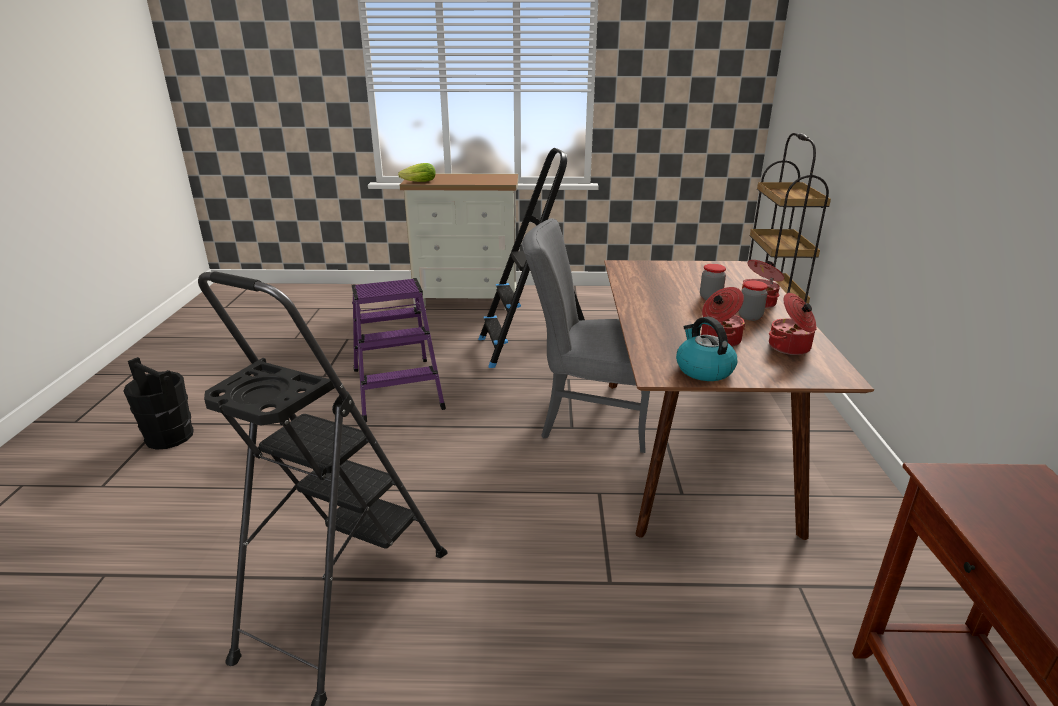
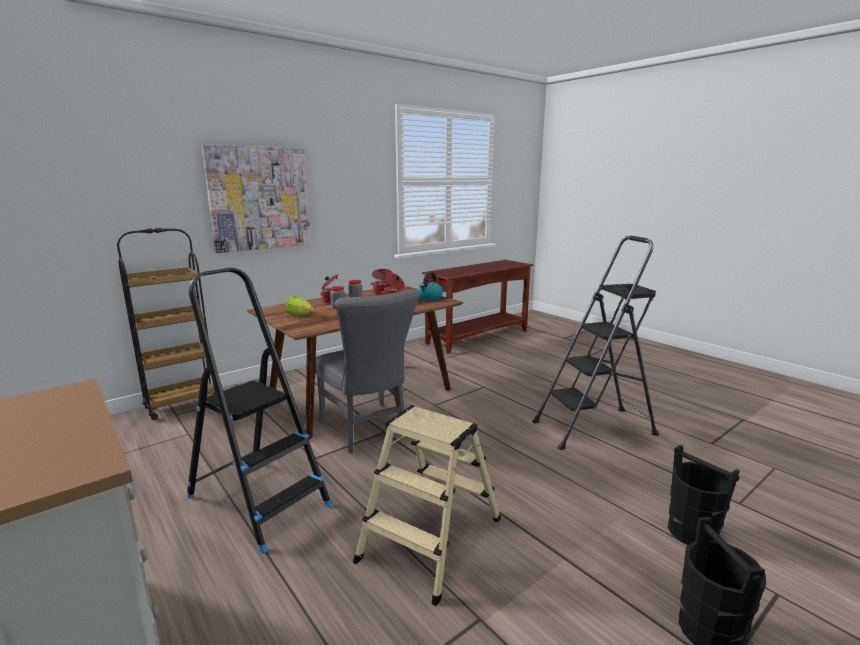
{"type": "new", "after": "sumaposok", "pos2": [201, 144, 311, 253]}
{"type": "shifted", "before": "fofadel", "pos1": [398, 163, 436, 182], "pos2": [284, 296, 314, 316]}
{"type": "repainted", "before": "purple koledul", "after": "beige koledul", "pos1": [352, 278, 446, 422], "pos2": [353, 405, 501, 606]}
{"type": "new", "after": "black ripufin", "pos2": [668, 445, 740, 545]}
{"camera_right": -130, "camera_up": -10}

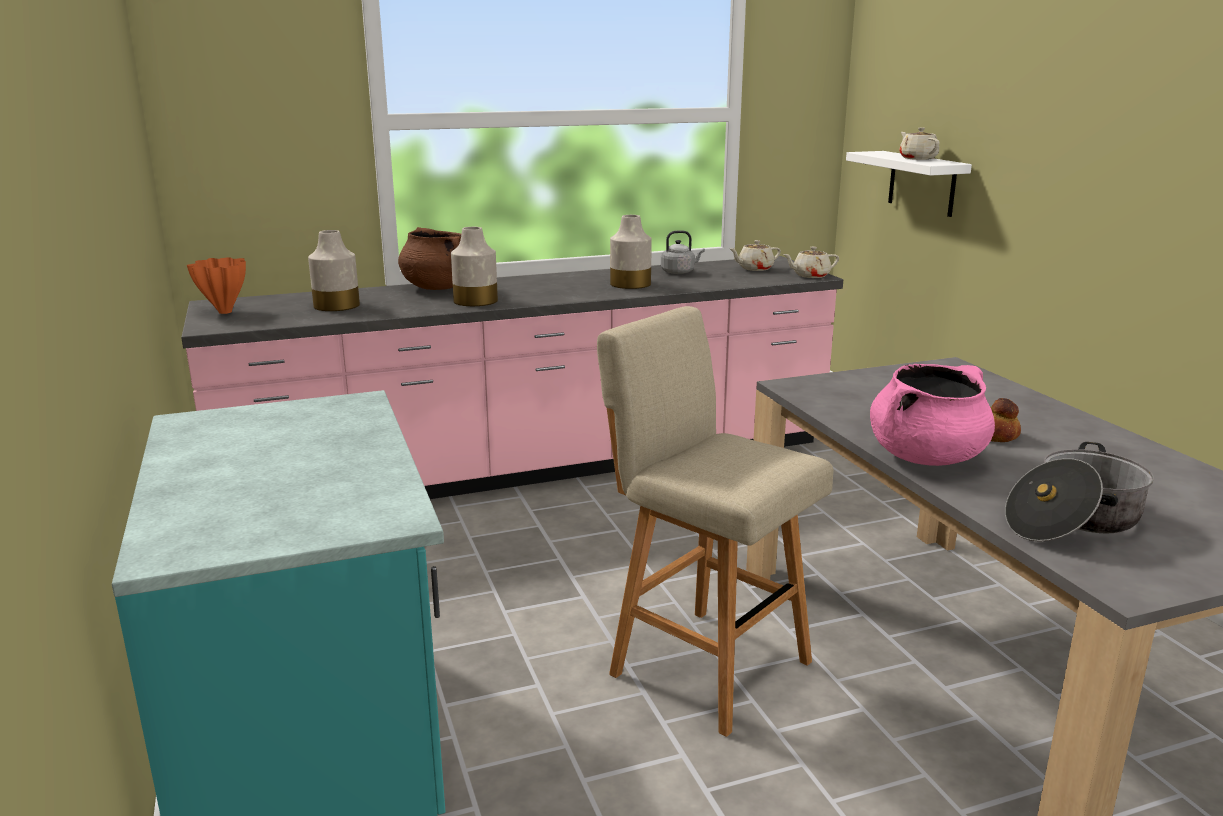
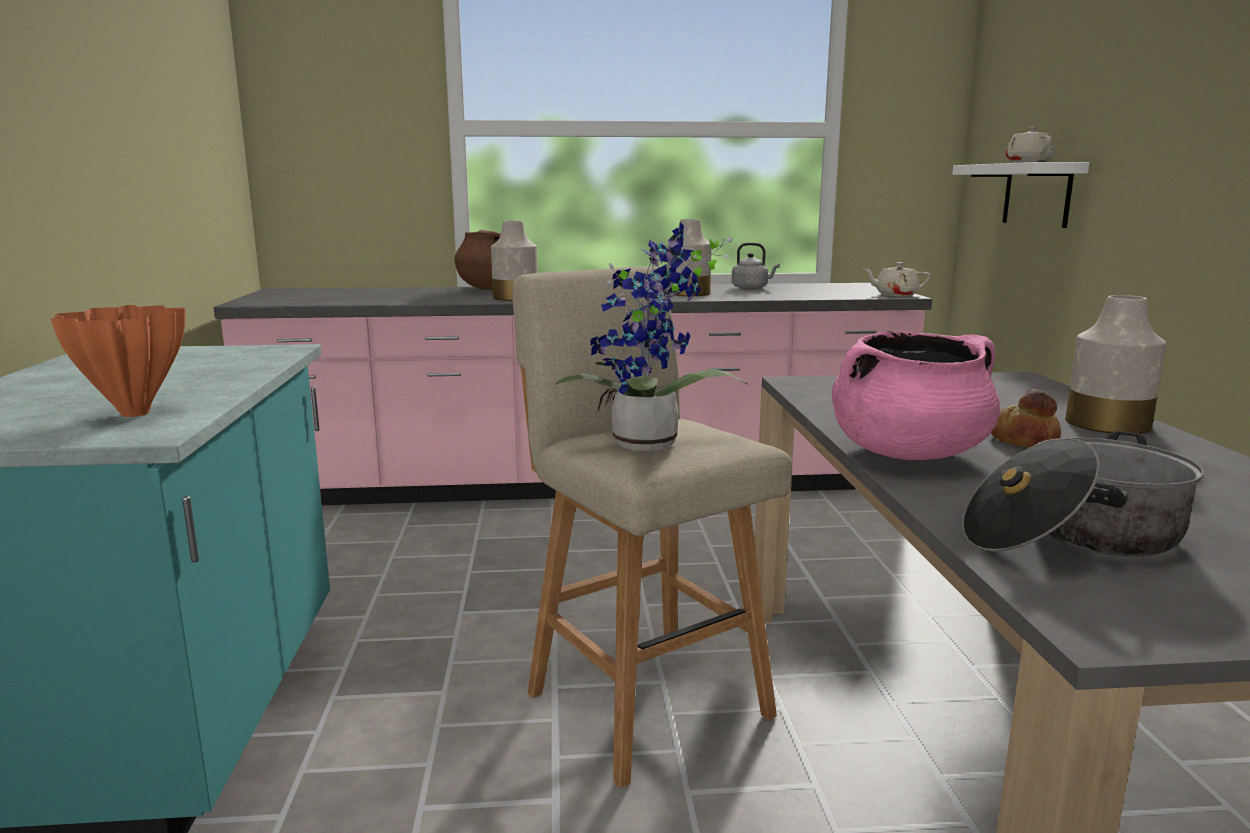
{"type": "shifted", "before": "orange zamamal", "pos1": [187, 257, 246, 314], "pos2": [51, 305, 185, 417]}
{"type": "new", "after": "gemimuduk", "pos2": [555, 222, 748, 451]}
{"type": "shifted", "before": "beige zamamal", "pos1": [308, 230, 360, 311], "pos2": [1065, 295, 1166, 434]}
{"type": "gone", "before": "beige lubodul", "pos1": [729, 240, 781, 271]}
{"camera_right": 15, "camera_up": -5}

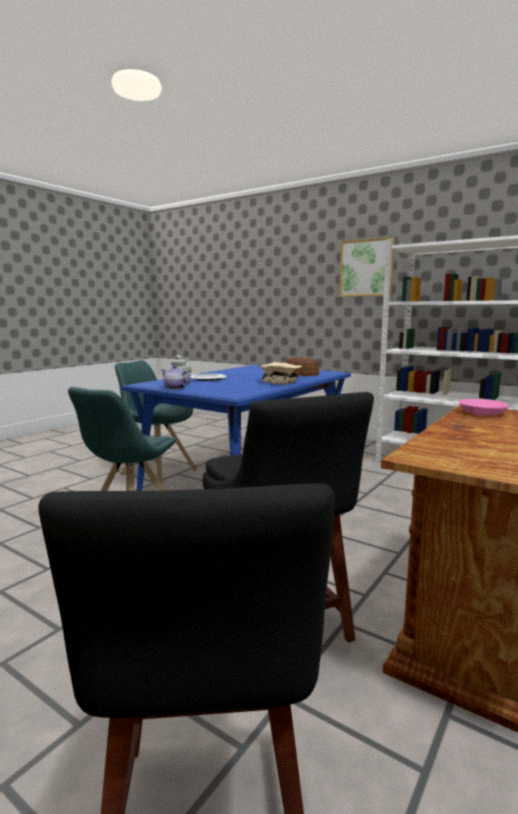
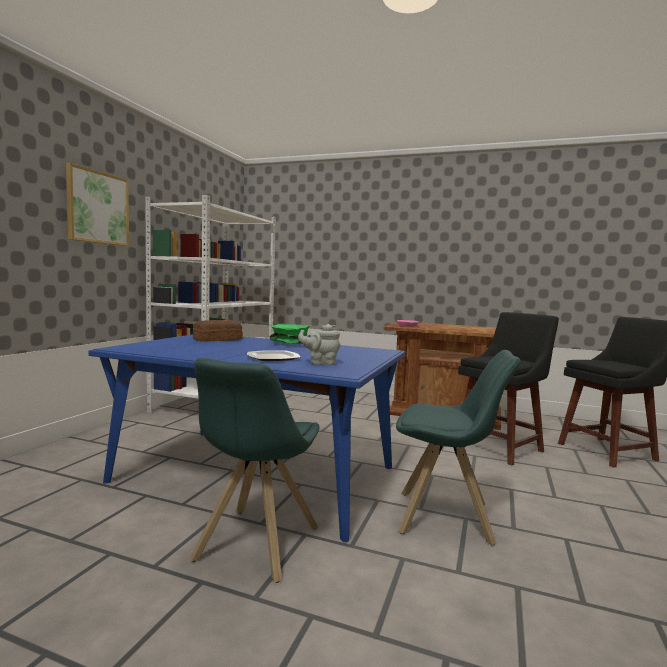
{"type": "repainted", "before": "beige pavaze", "after": "green pavaze", "pos1": [260, 362, 303, 384], "pos2": [270, 324, 311, 344]}
{"type": "gone", "before": "lubodul", "pos1": [161, 365, 191, 390]}
{"camera_right": -105, "camera_up": -5}

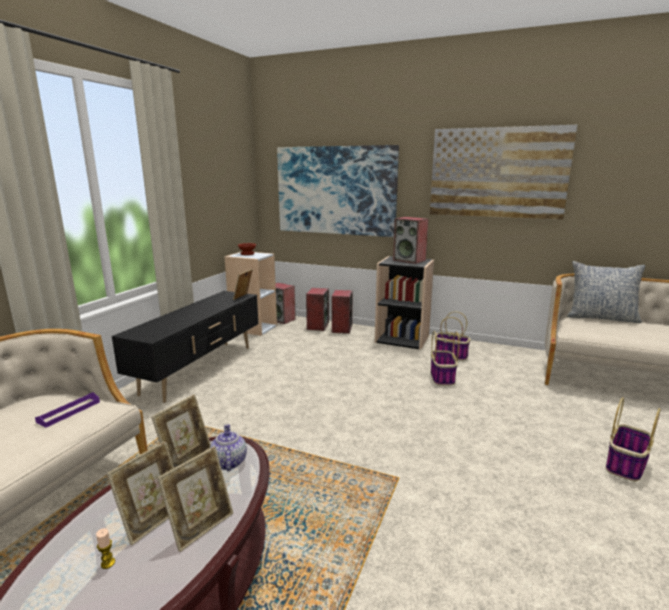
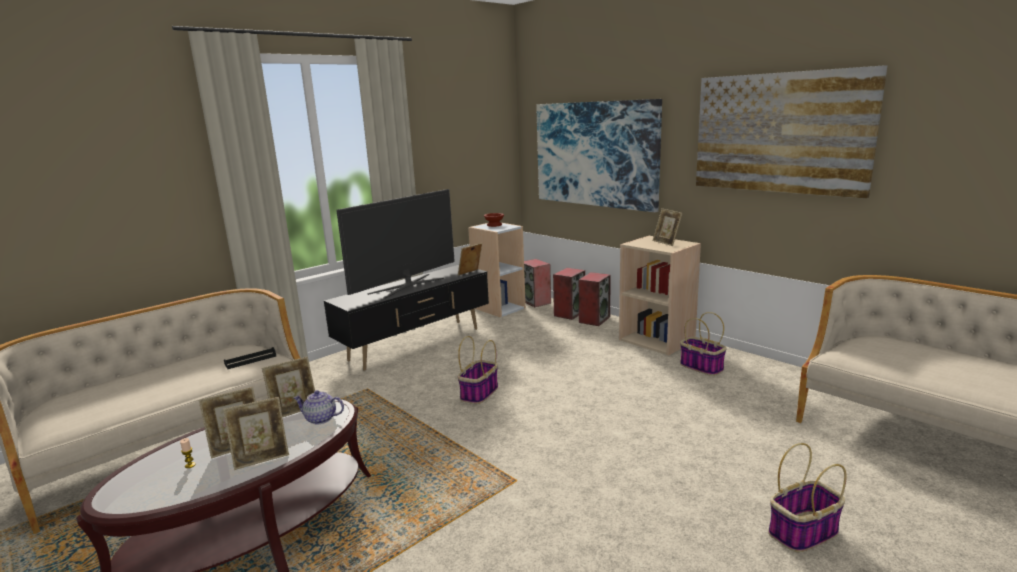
{"type": "repainted", "before": "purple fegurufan", "after": "black fegurufan", "pos1": [35, 392, 100, 428], "pos2": [224, 347, 276, 369]}
{"type": "rotated", "before": "lubodul", "pos1": [210, 424, 247, 471], "pos2": [293, 390, 344, 424], "turn": -90}
{"type": "new", "after": "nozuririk", "pos2": [336, 189, 455, 299]}
{"type": "shifted", "before": "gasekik", "pos1": [431, 331, 459, 385], "pos2": [458, 336, 498, 404]}
{"type": "repainted", "before": "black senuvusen", "after": "beige senuvusen", "pos1": [375, 256, 434, 350], "pos2": [619, 236, 701, 356]}
{"type": "swapped", "before": "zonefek", "after": "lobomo", "pos1": [393, 217, 428, 264], "pos2": [653, 208, 682, 246]}
{"type": "gone", "before": "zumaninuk", "pos1": [567, 261, 645, 323]}
{"camera_right": 25, "camera_up": 0}

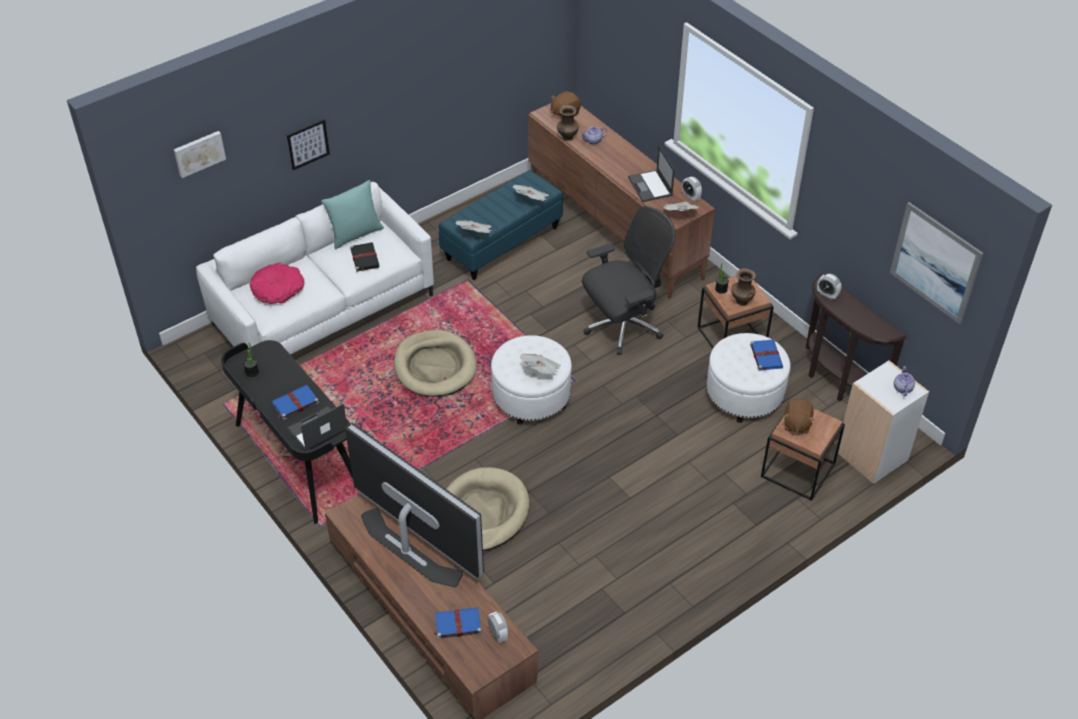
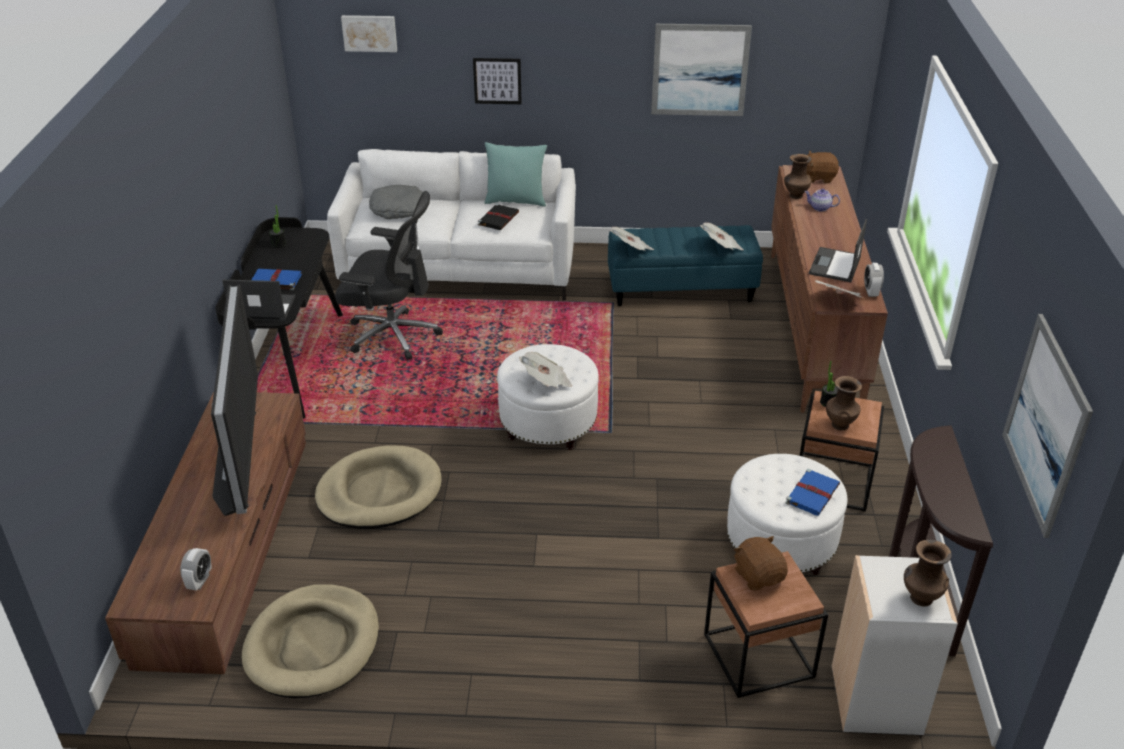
{"type": "shifted", "before": "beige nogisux", "pos1": [394, 330, 477, 397], "pos2": [242, 584, 379, 698]}
{"type": "shifted", "before": "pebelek", "pos1": [582, 206, 675, 355], "pos2": [335, 191, 443, 360]}
{"type": "repainted", "before": "pink zumaninuk", "after": "grey zumaninuk", "pos1": [250, 262, 304, 304], "pos2": [369, 185, 423, 219]}
{"type": "new", "after": "sumaposok", "pos2": [651, 24, 752, 116]}
{"type": "rotated", "before": "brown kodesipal", "pos1": [784, 398, 815, 434], "pos2": [734, 536, 788, 590], "turn": 105}
{"type": "swapped", "before": "lubodul", "after": "brown zamamal", "pos1": [894, 366, 915, 396], "pos2": [904, 539, 952, 607]}
{"type": "gone", "before": "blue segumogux", "pos1": [434, 607, 481, 639]}
{"type": "gone", "before": "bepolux", "pos1": [817, 274, 842, 300]}
{"camera_right": 40, "camera_up": -10}

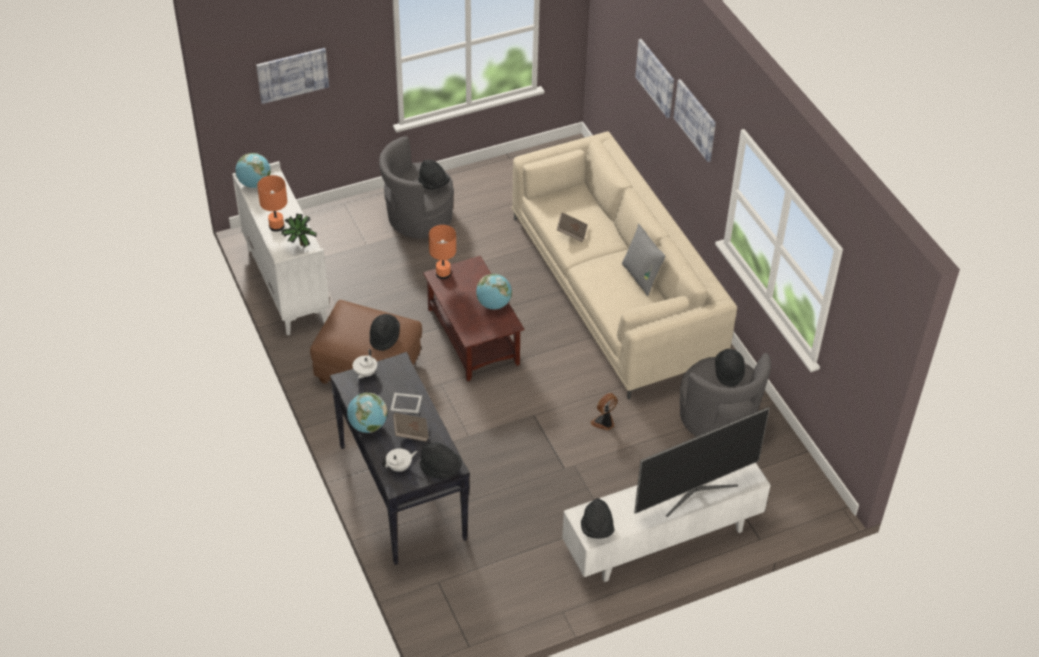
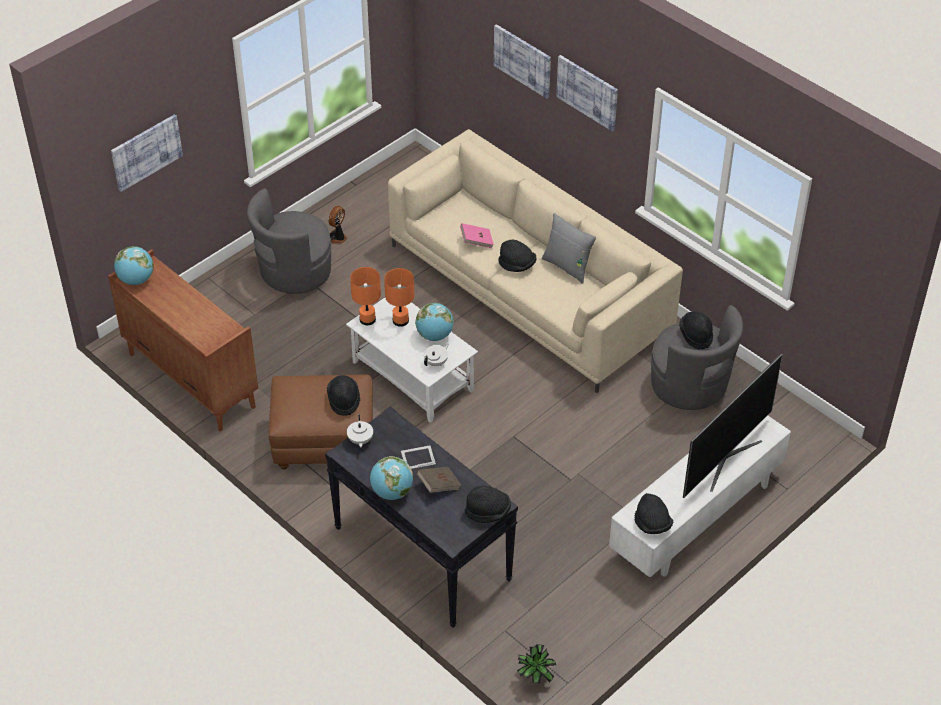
{"type": "repainted", "before": "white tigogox", "after": "brown tigogox", "pos1": [232, 161, 330, 335], "pos2": [108, 249, 258, 431]}
{"type": "shifted", "before": "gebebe", "pos1": [591, 393, 617, 431], "pos2": [328, 206, 348, 243]}
{"type": "repainted", "before": "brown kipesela", "after": "white kipesela", "pos1": [423, 256, 524, 381], "pos2": [346, 298, 478, 423]}
{"type": "shifted", "before": "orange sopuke", "pos1": [257, 175, 287, 232], "pos2": [384, 268, 414, 327]}
{"type": "shifted", "before": "white lubodul", "pos1": [382, 448, 417, 472], "pos2": [424, 343, 449, 366]}
{"type": "repainted", "before": "brown segumogux", "after": "pink segumogux", "pos1": [557, 212, 588, 242], "pos2": [460, 223, 494, 248]}
{"type": "shifted", "before": "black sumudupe", "pos1": [418, 160, 450, 190], "pos2": [498, 240, 536, 272]}
{"type": "shifted", "before": "gemimuduk", "pos1": [282, 213, 317, 248], "pos2": [517, 644, 556, 684]}
{"camera_right": -20, "camera_up": 0}

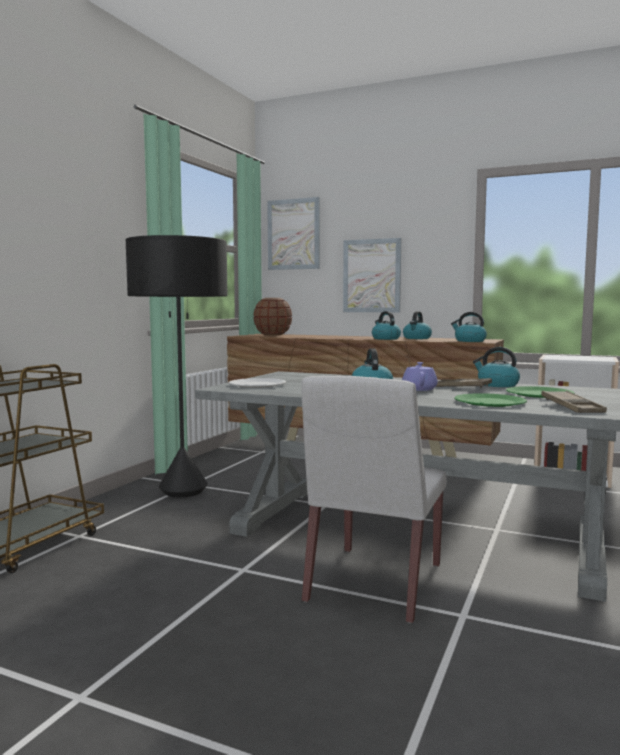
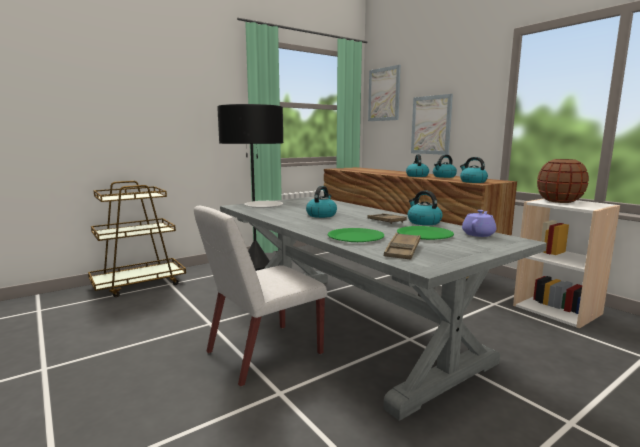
{"type": "shifted", "before": "purple lubodul", "pos1": [402, 362, 438, 391], "pos2": [462, 210, 496, 237]}
{"type": "shifted", "before": "brown zamamal", "pos1": [253, 298, 292, 335], "pos2": [537, 159, 589, 203]}
{"camera_right": 30, "camera_up": 5}

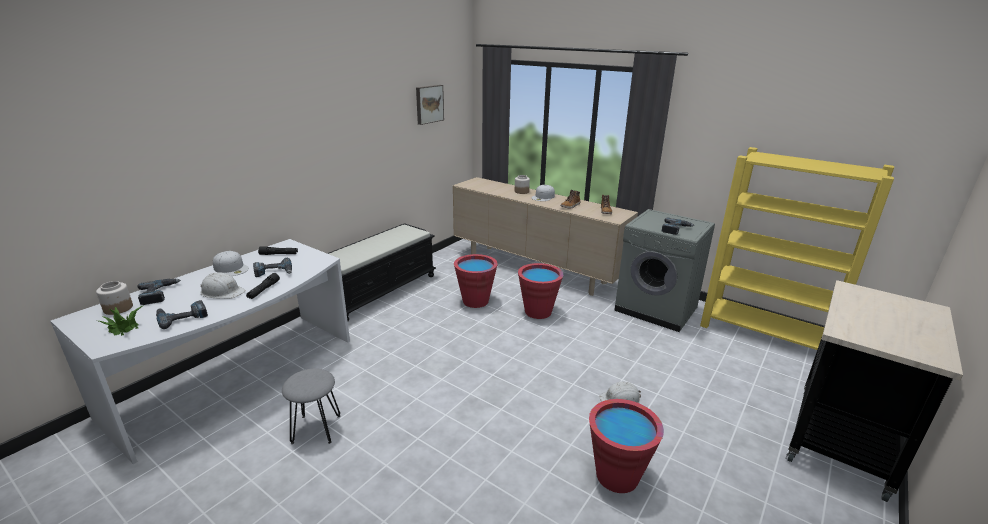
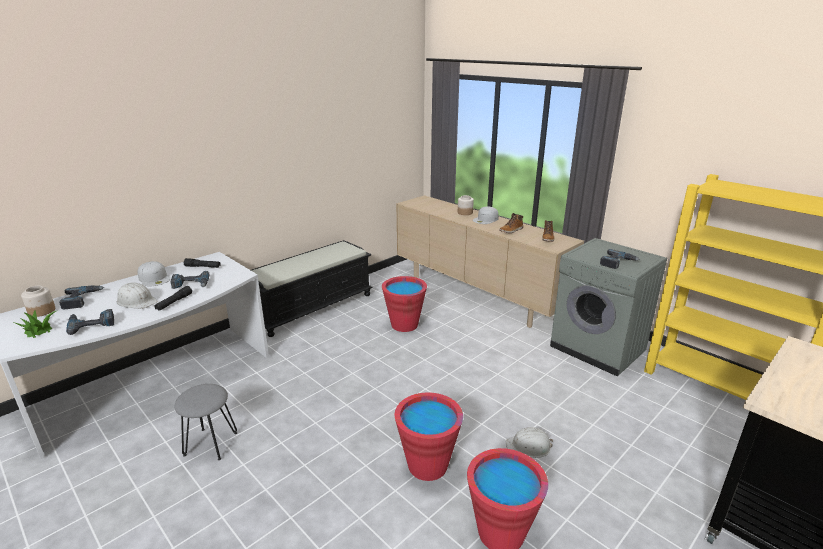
{"type": "shifted", "before": "red ripufin", "pos1": [518, 263, 563, 319], "pos2": [394, 392, 463, 481]}
{"type": "gone", "before": "sumaposok", "pos1": [416, 85, 444, 125]}
{"camera_right": 10, "camera_up": 0}

